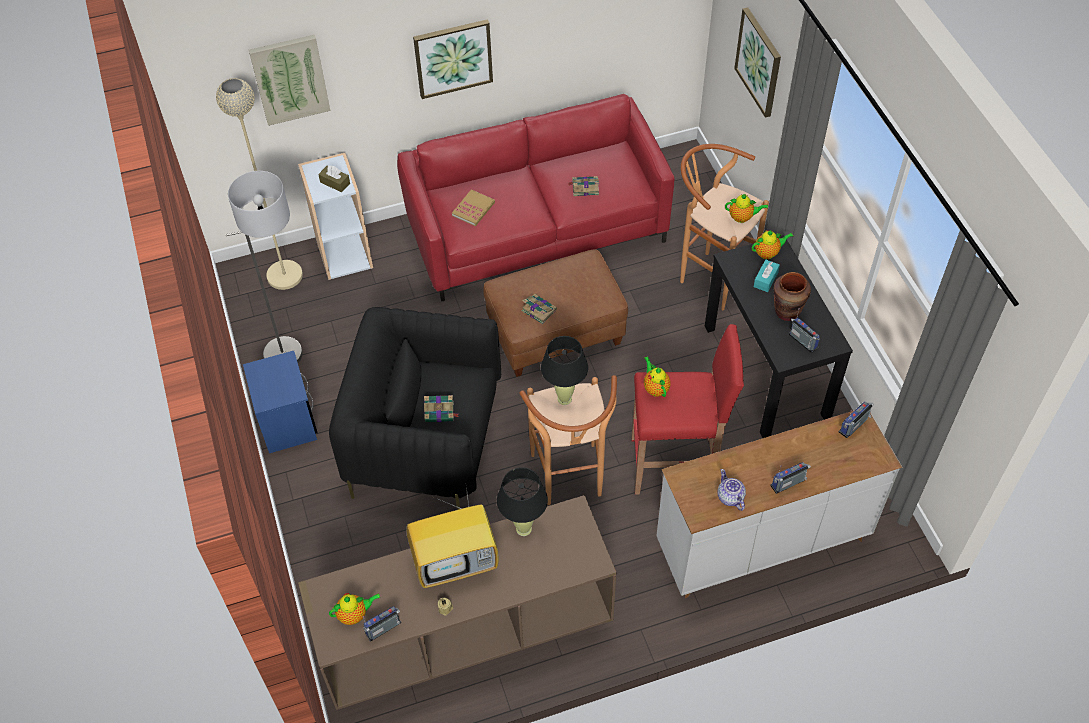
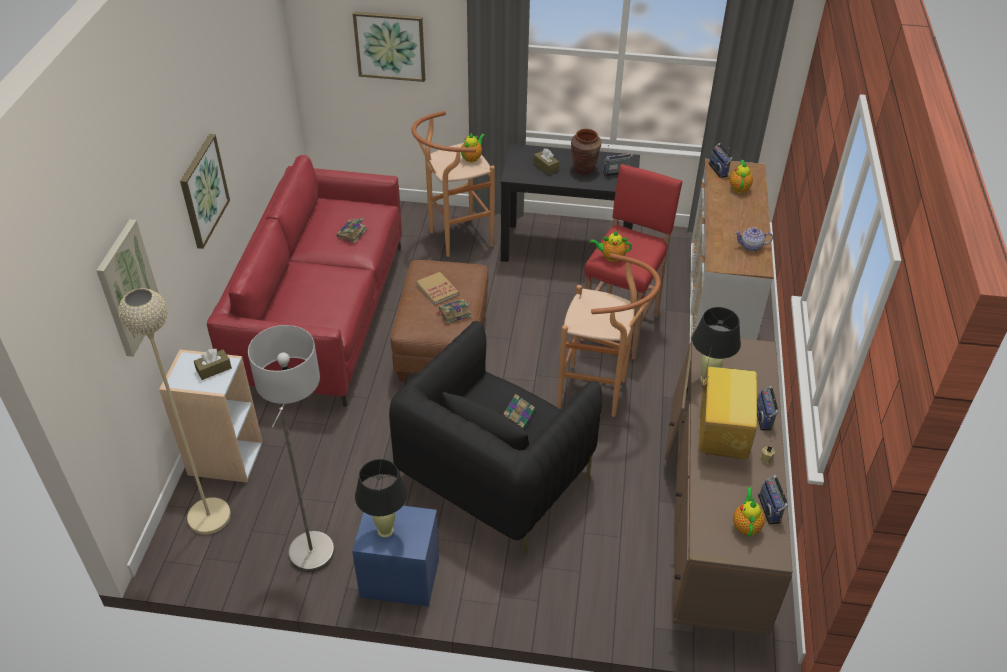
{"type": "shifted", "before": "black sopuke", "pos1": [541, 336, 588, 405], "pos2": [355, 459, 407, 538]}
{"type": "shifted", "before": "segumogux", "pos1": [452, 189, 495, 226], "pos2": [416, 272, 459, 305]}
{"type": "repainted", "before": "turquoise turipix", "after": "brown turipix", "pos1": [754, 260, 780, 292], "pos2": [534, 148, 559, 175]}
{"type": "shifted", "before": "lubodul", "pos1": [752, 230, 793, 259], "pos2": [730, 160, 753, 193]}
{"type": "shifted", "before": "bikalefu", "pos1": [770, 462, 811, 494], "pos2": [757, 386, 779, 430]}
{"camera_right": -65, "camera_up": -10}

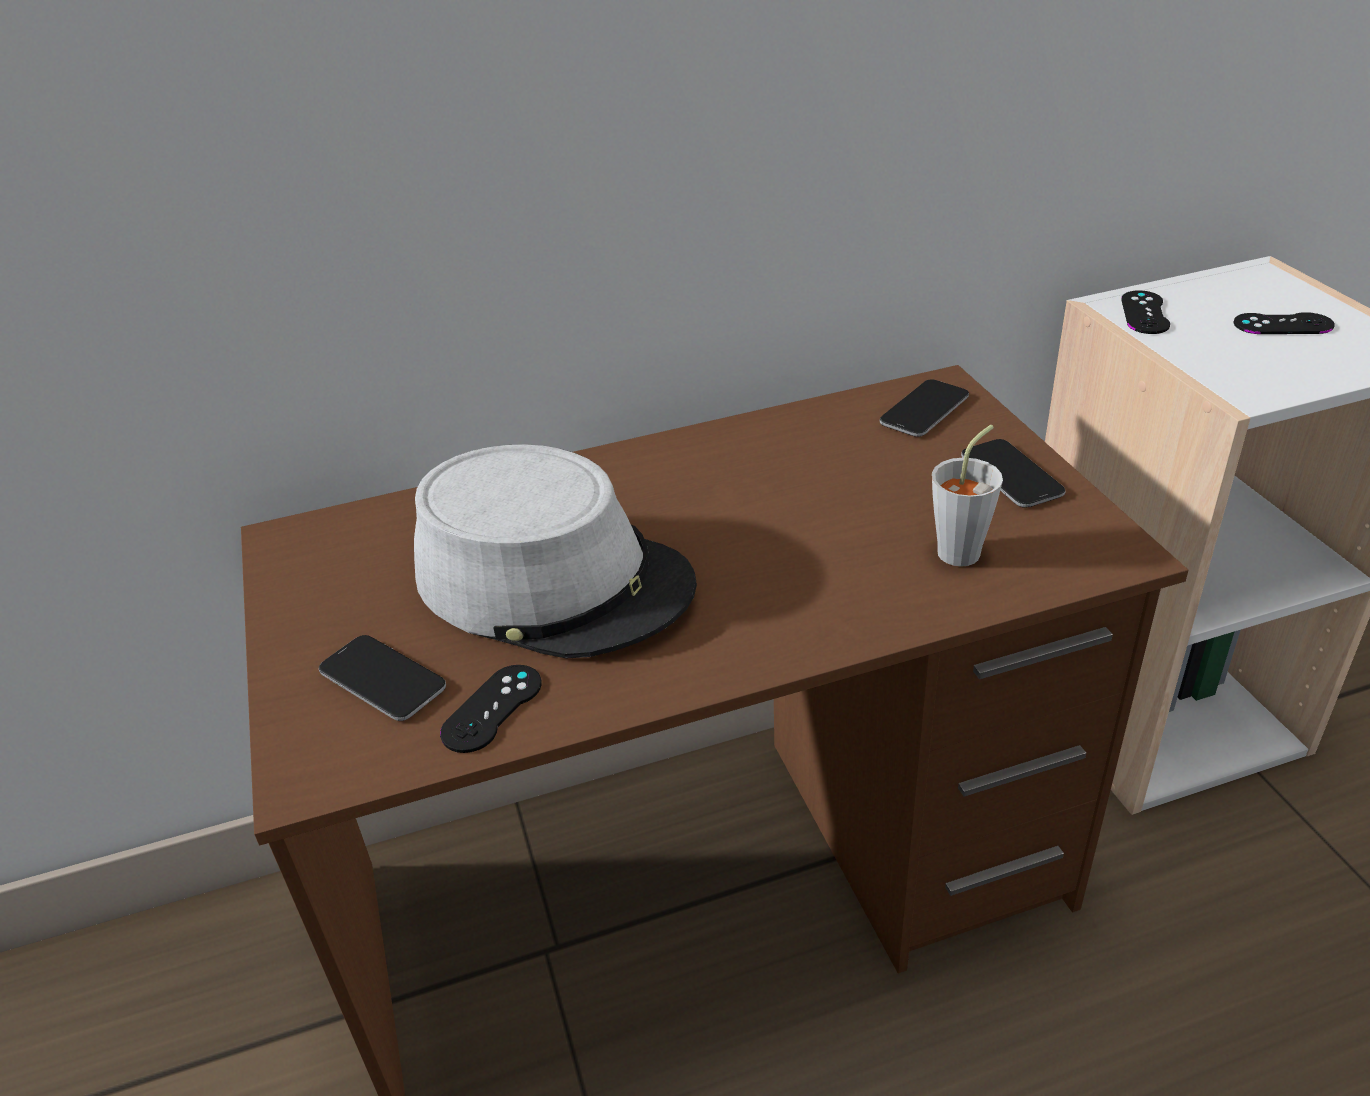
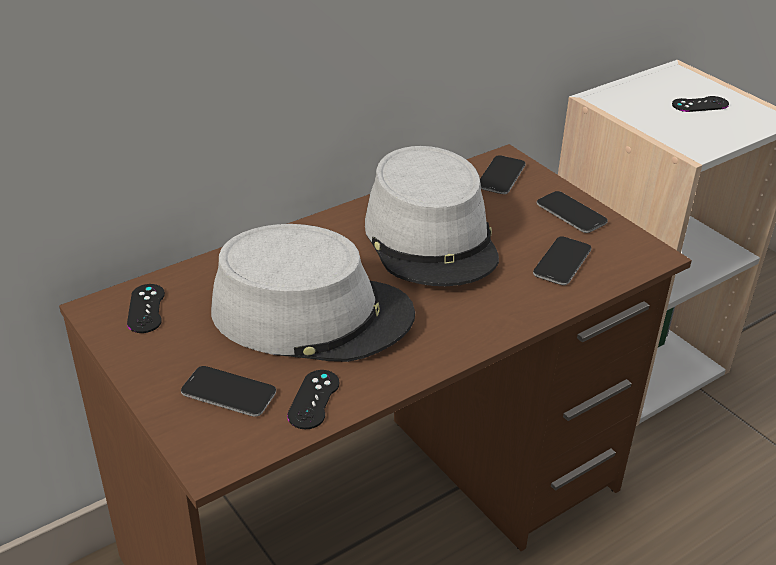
{"type": "shifted", "before": "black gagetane", "pos1": [1121, 290, 1170, 334], "pos2": [127, 284, 165, 333]}
{"type": "new", "after": "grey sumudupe", "pos2": [365, 146, 499, 286]}
{"type": "swapped", "before": "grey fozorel", "after": "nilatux", "pos1": [932, 425, 1003, 567], "pos2": [533, 236, 591, 285]}
{"camera_right": -20, "camera_up": 0}

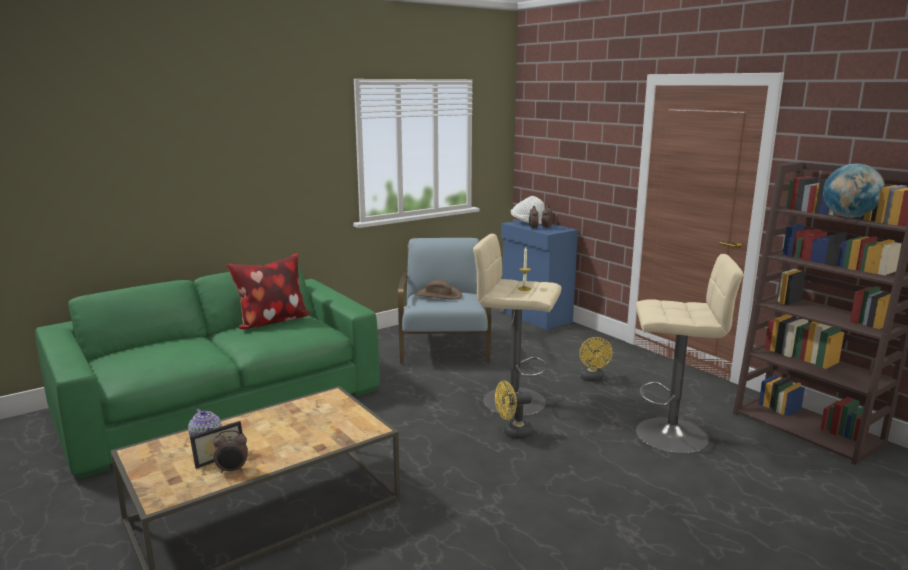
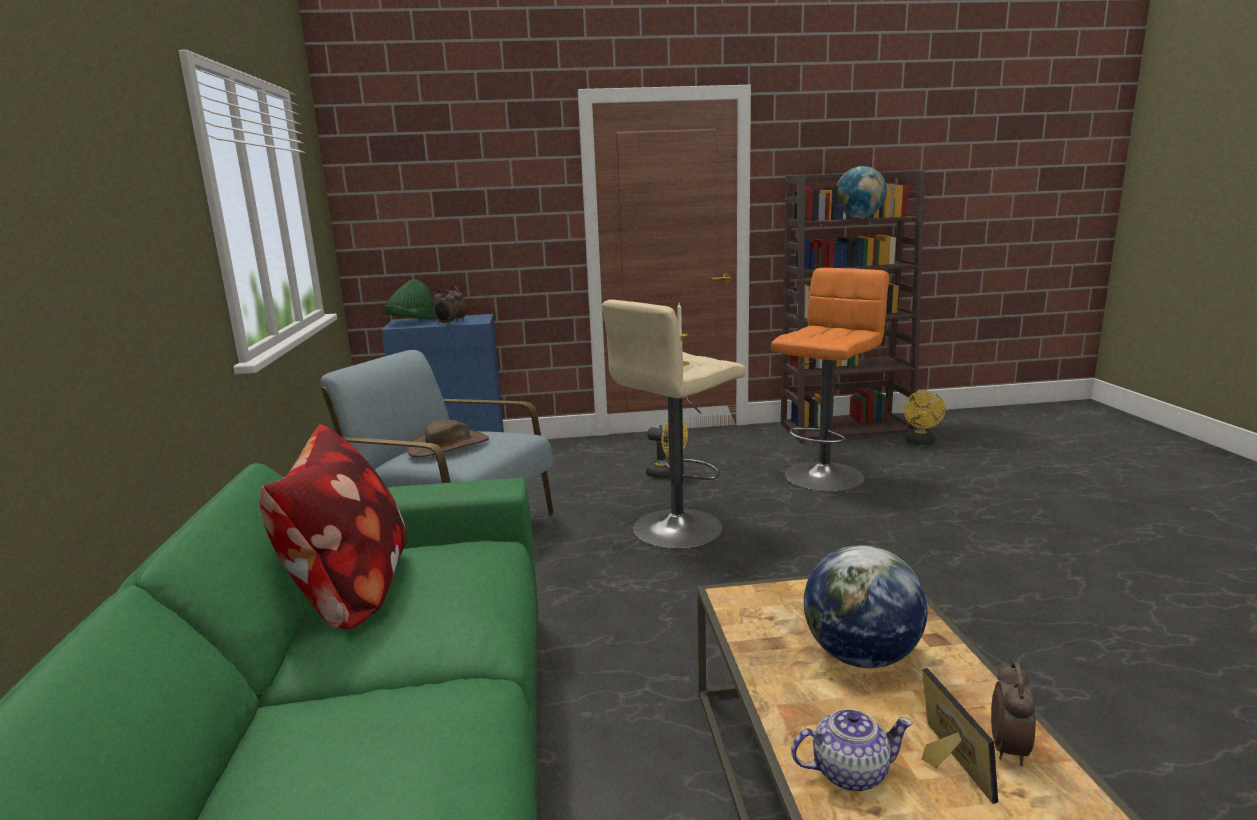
{"type": "repainted", "before": "white sumudupe", "after": "green sumudupe", "pos1": [511, 196, 545, 224], "pos2": [385, 279, 436, 320]}
{"type": "repainted", "before": "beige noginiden", "after": "orange noginiden", "pos1": [636, 254, 743, 453], "pos2": [771, 268, 889, 491]}
{"type": "new", "after": "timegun", "pos2": [804, 545, 927, 668]}
{"type": "shifted", "before": "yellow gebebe", "pos1": [495, 381, 533, 439], "pos2": [903, 390, 946, 445]}
{"camera_right": -60, "camera_up": 0}

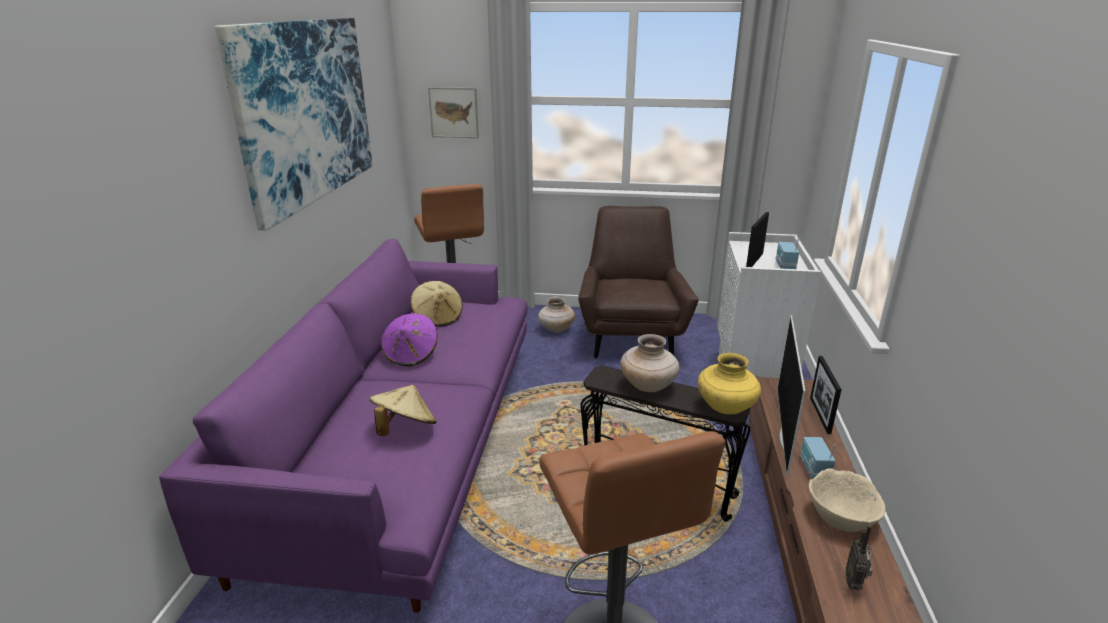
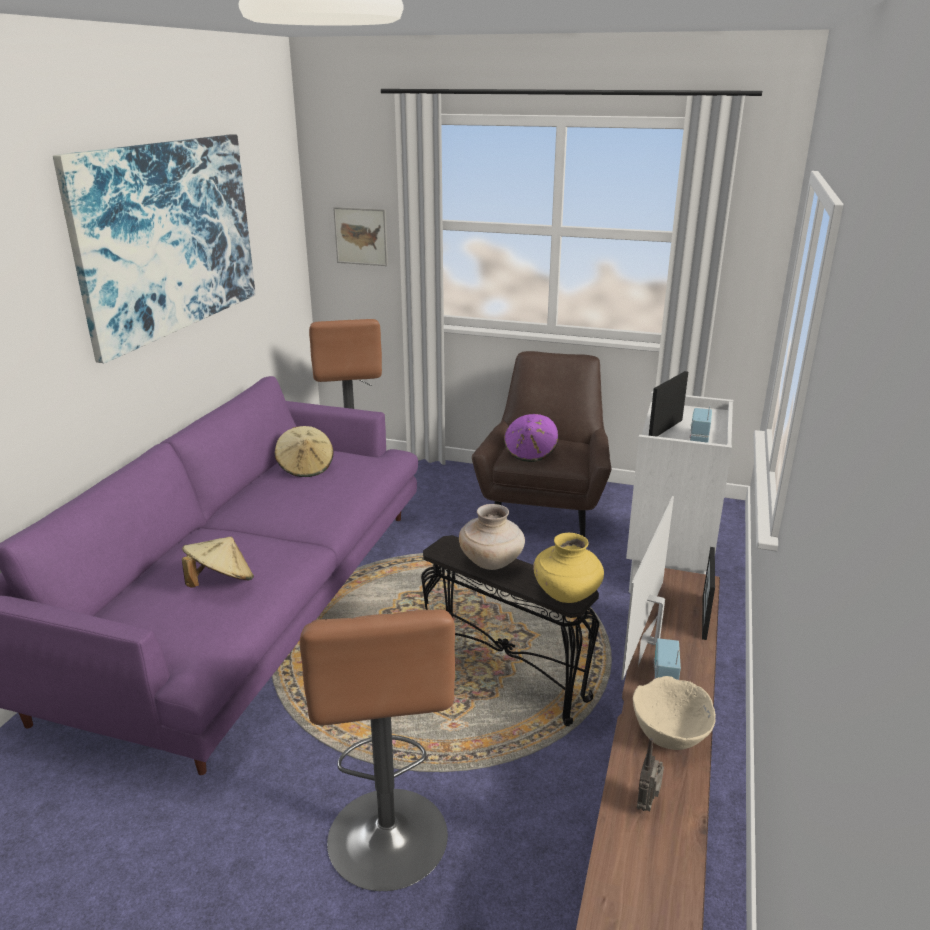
{"type": "shifted", "before": "purple sumudupe", "pos1": [381, 313, 438, 366], "pos2": [504, 414, 558, 462]}
{"type": "gone", "before": "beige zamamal", "pos1": [538, 296, 575, 333]}
{"camera_right": 10, "camera_up": 0}

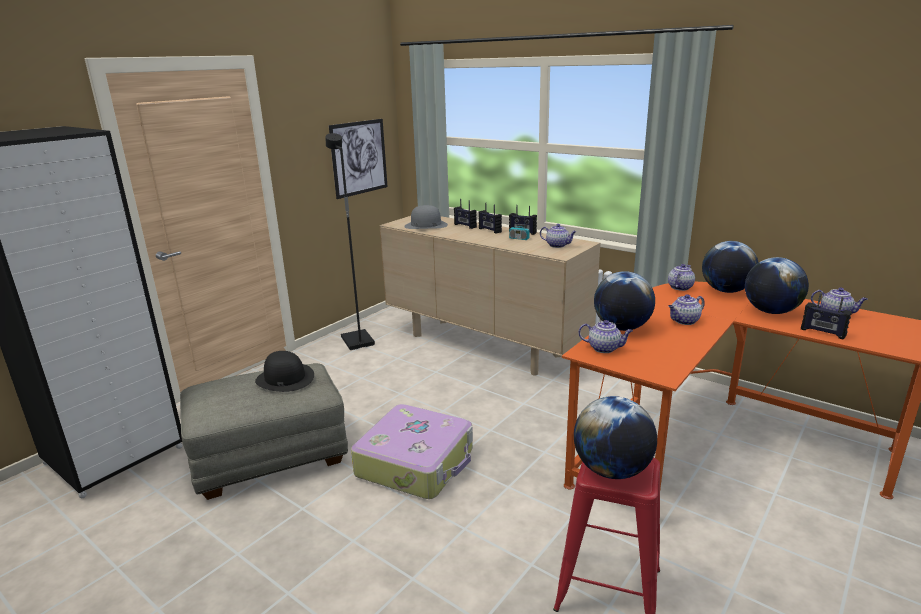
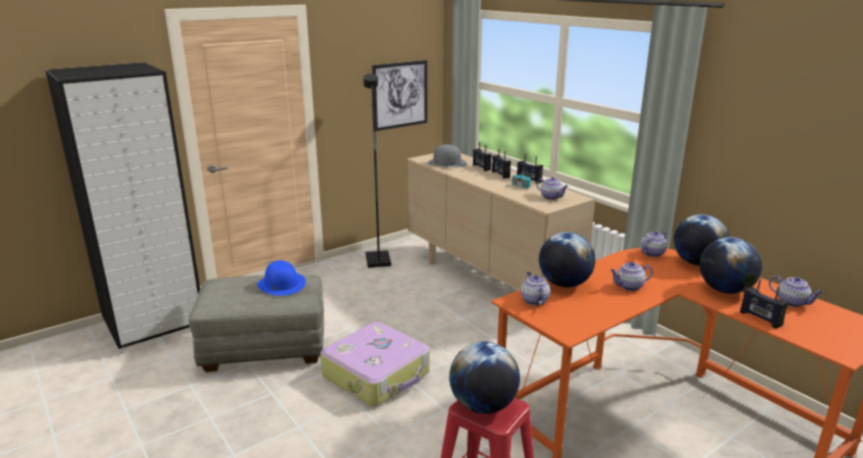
{"type": "repainted", "before": "black sumudupe", "after": "blue sumudupe", "pos1": [255, 351, 314, 392], "pos2": [257, 260, 306, 296]}
{"type": "rotated", "before": "lubodul", "pos1": [578, 320, 633, 353], "pos2": [521, 272, 550, 305], "turn": -135}
{"camera_right": 15, "camera_up": 0}

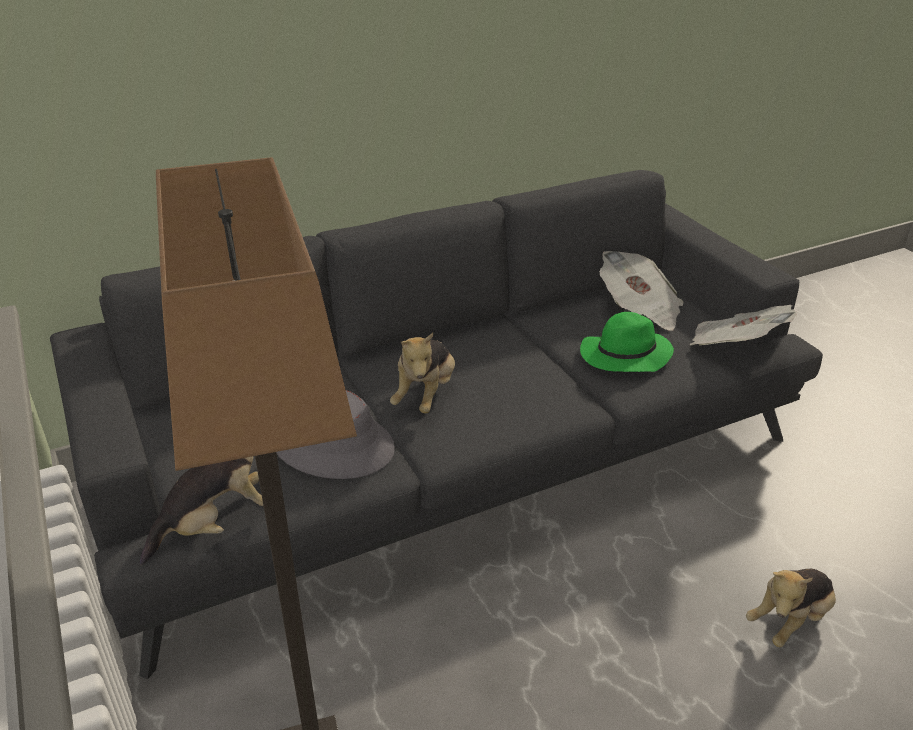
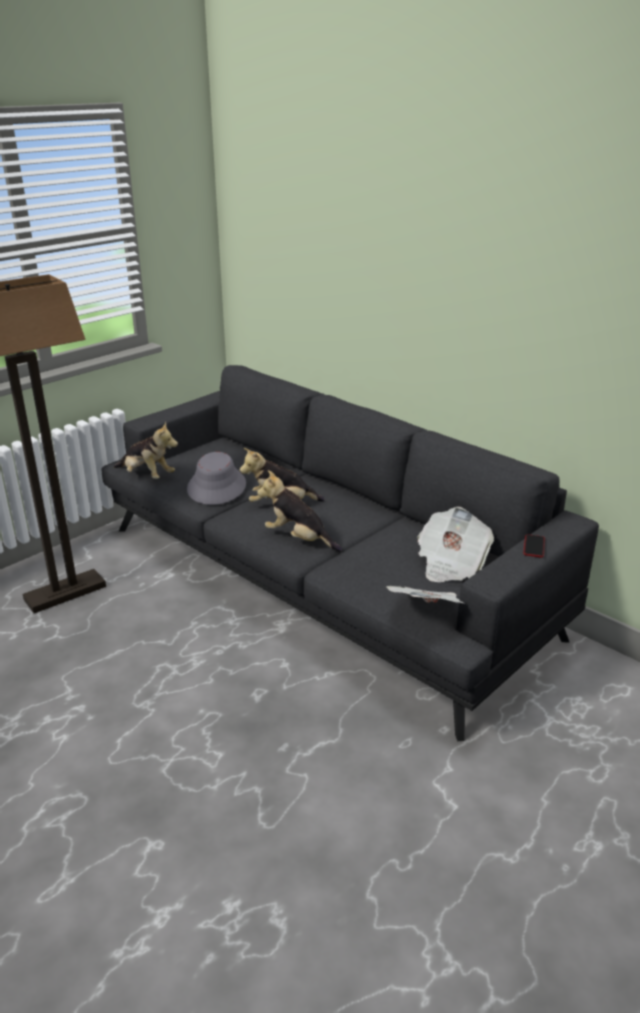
{"type": "shifted", "before": "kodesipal", "pos1": [746, 569, 836, 647], "pos2": [257, 470, 342, 551]}
{"type": "new", "after": "nilatux", "pos2": [523, 534, 545, 558]}
{"type": "gone", "before": "green sumudupe", "pos1": [580, 312, 674, 372]}
{"camera_right": 70, "camera_up": -5}

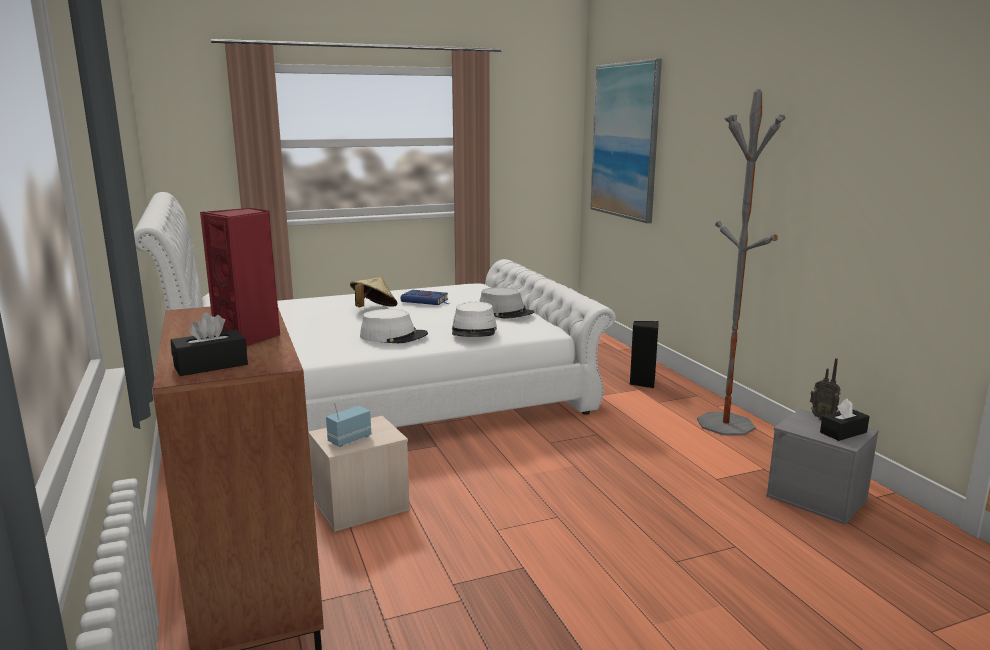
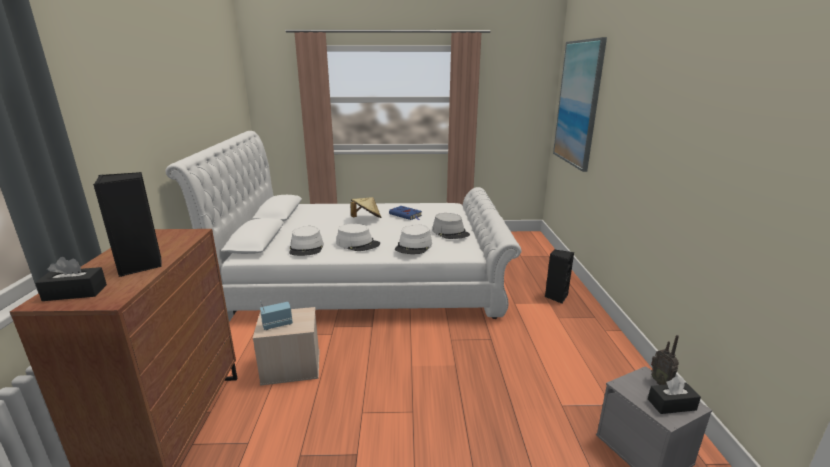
{"type": "repainted", "before": "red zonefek", "after": "black zonefek", "pos1": [200, 208, 281, 346], "pos2": [93, 172, 161, 277]}
{"type": "new", "after": "white sumudupe", "pos2": [289, 226, 324, 256]}
{"type": "gone", "before": "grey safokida", "pos1": [697, 89, 786, 435]}
{"camera_right": 20, "camera_up": 5}

